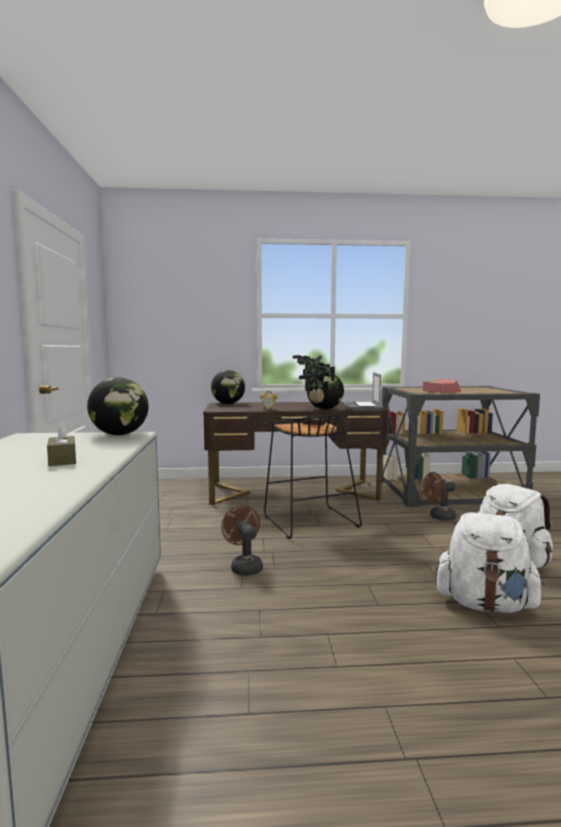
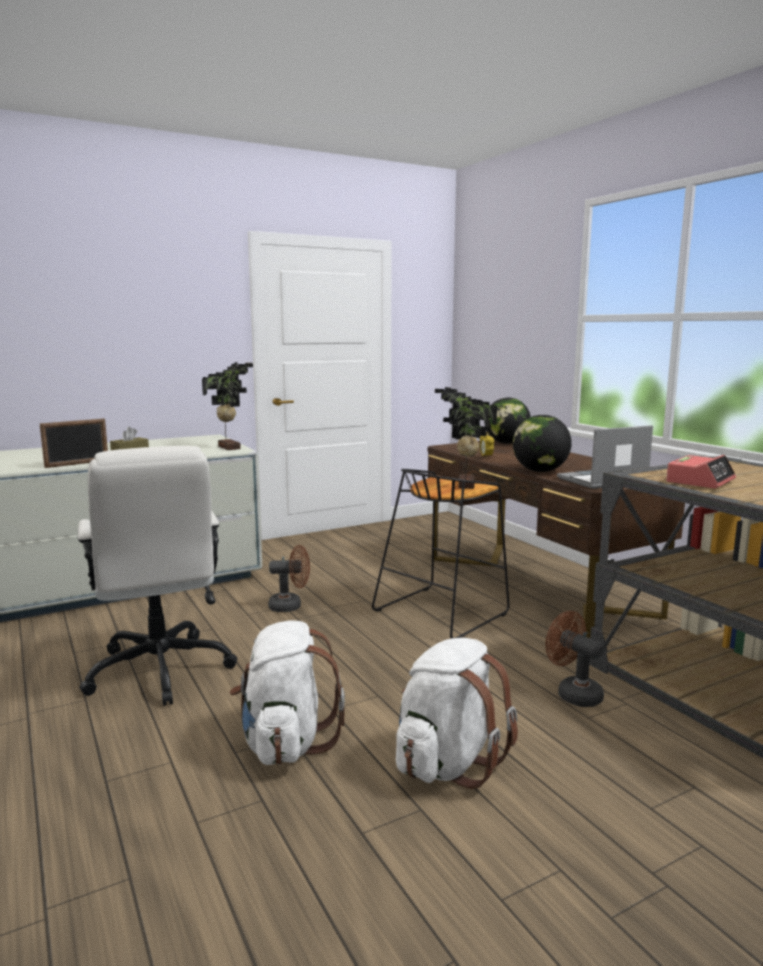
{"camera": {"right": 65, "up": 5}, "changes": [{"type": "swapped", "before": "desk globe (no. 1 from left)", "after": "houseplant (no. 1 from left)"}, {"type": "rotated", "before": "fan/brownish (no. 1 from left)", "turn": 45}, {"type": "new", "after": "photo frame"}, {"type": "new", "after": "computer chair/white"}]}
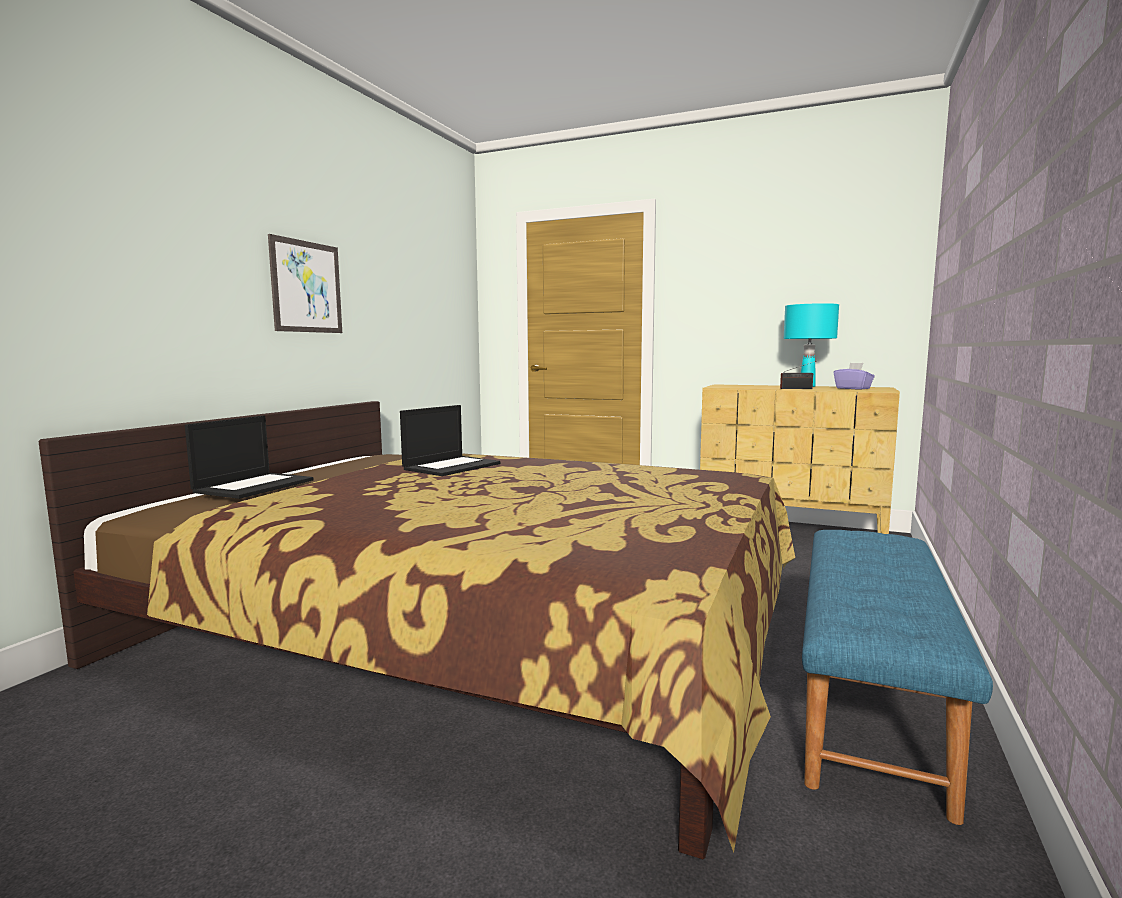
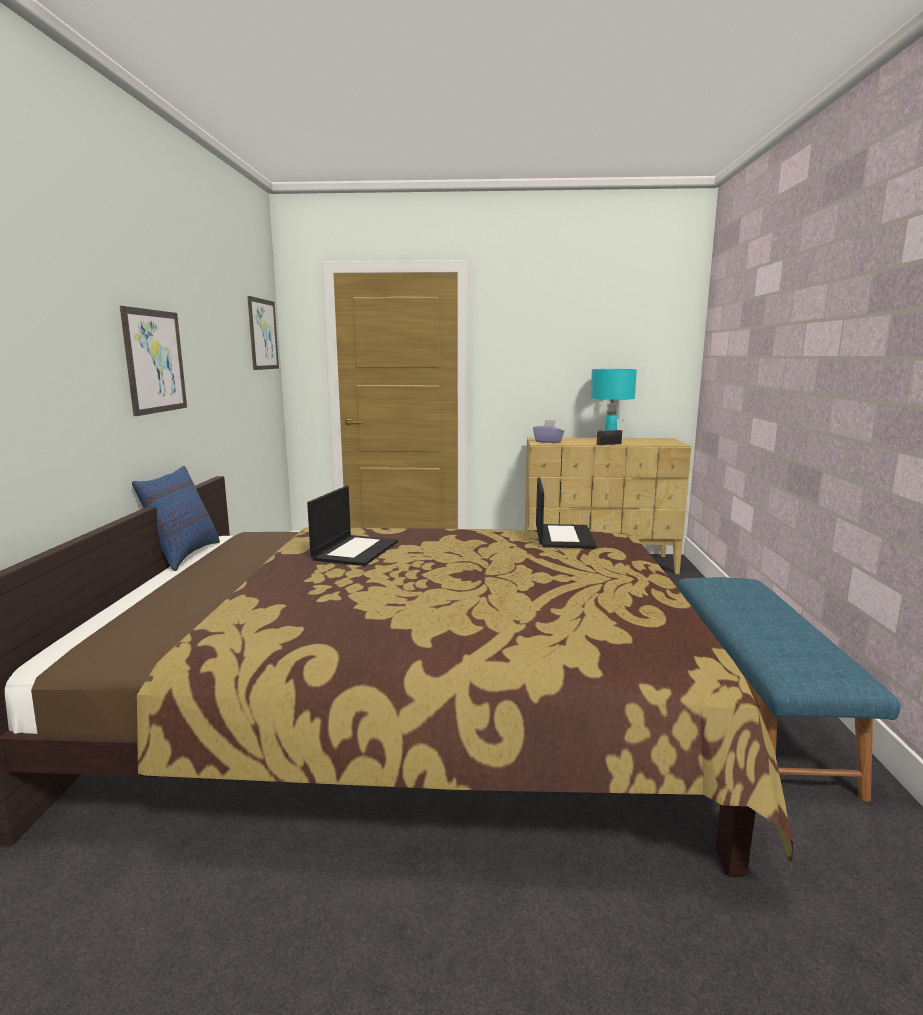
{"camera": {"right": -20, "up": 5}, "changes": [{"type": "shifted", "before": "tissue holder/purple"}, {"type": "shifted", "before": "portable computer (no. 1 from left in the first image)", "after": "portable computer (no. 2 from left)"}, {"type": "new", "after": "wall art (no. 2 from left)"}, {"type": "new", "after": "throw pillow/blue-coloured"}]}
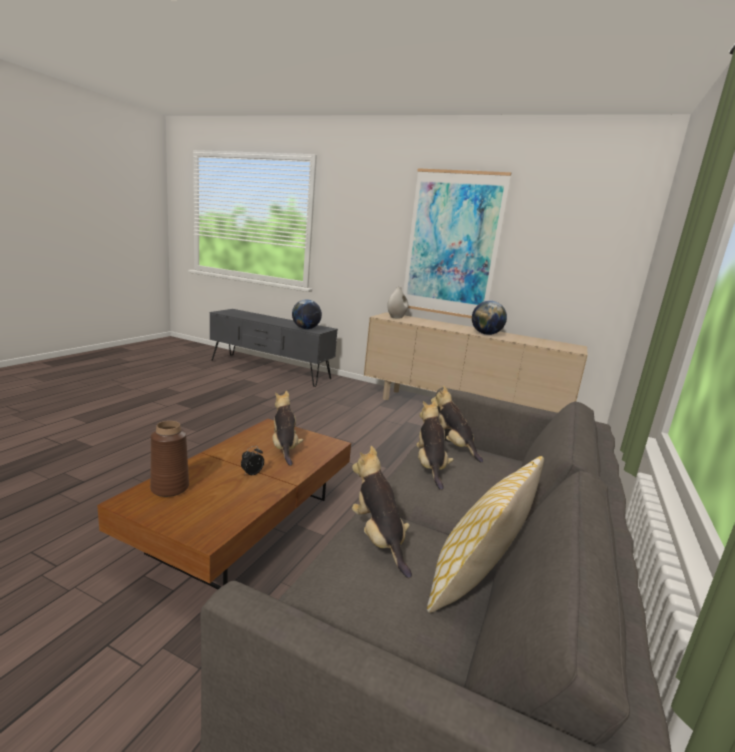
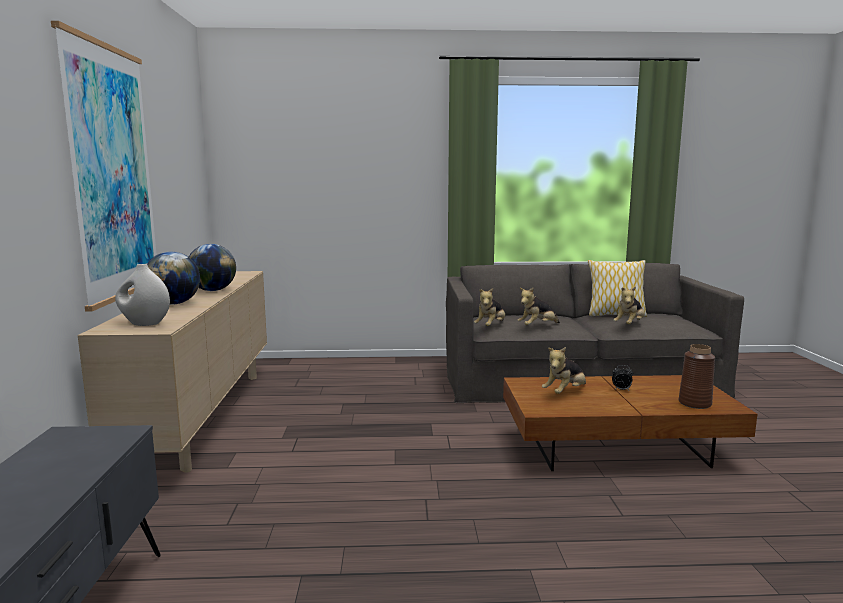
{"camera": {"right": -115, "up": -5}, "changes": [{"type": "shifted", "before": "desk globe (no. 1 from left)"}]}
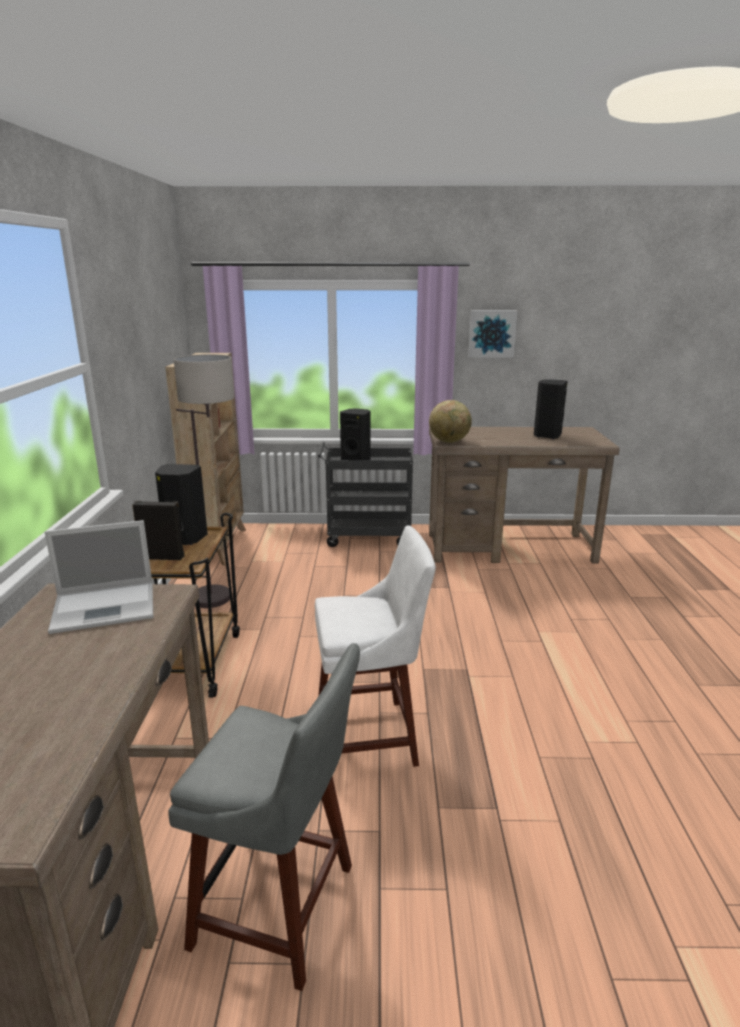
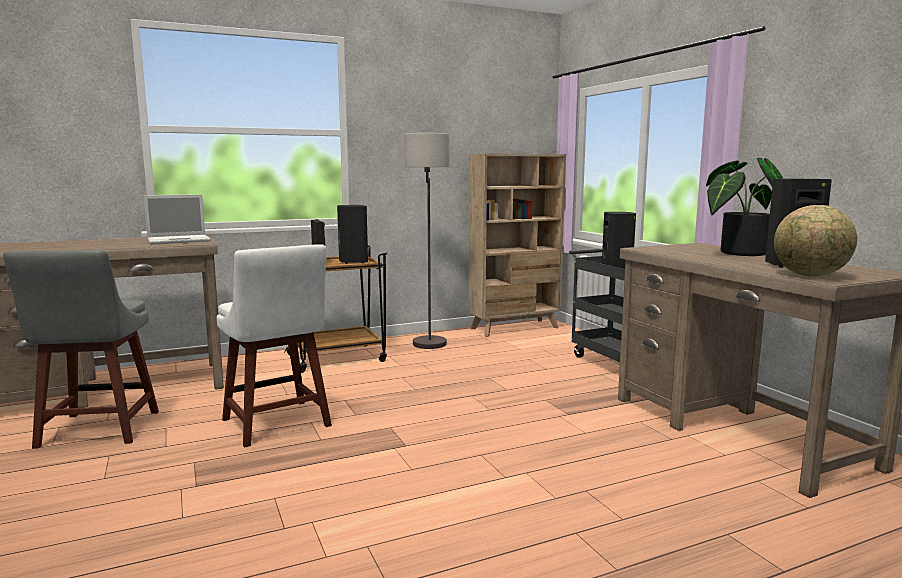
{"camera": {"right": 65, "up": -10}, "changes": [{"type": "gone", "before": "wall art"}, {"type": "shifted", "before": "desk globe"}, {"type": "rotated", "before": "portable computer", "turn": -75}, {"type": "new", "after": "houseplant"}]}
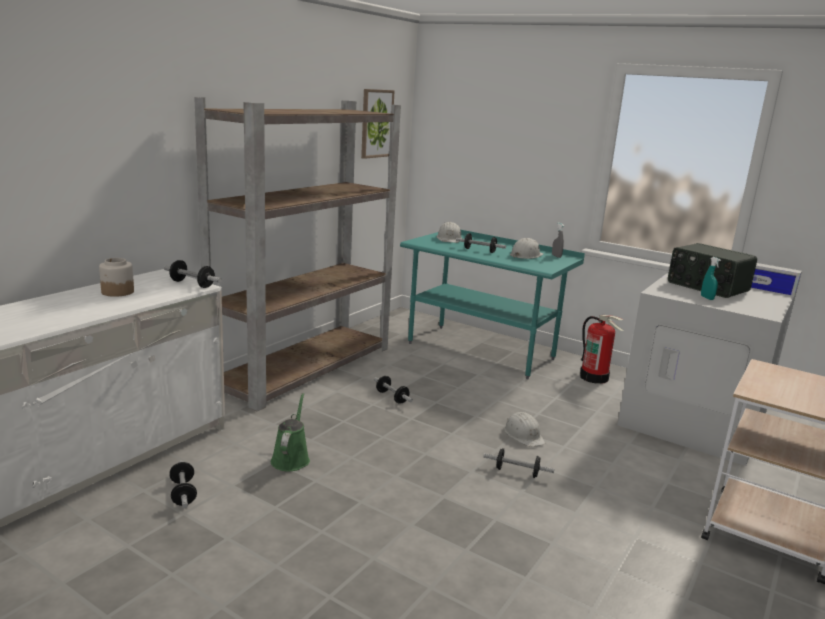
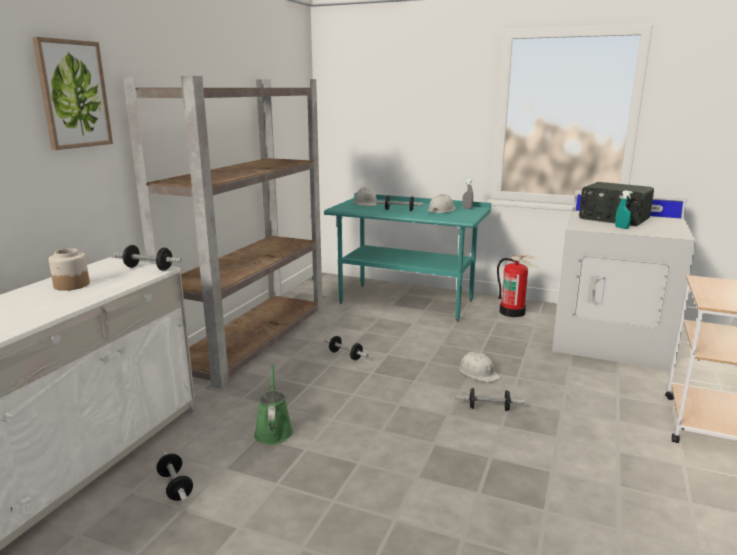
{"camera": {"right": -10, "up": 0}, "changes": [{"type": "shifted", "before": "wall art"}]}
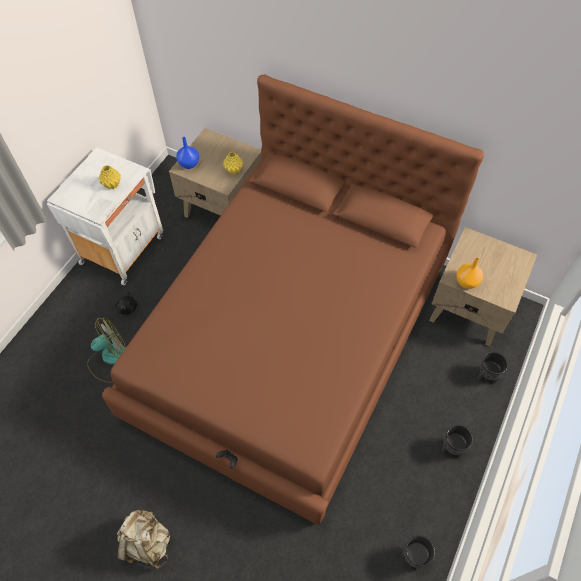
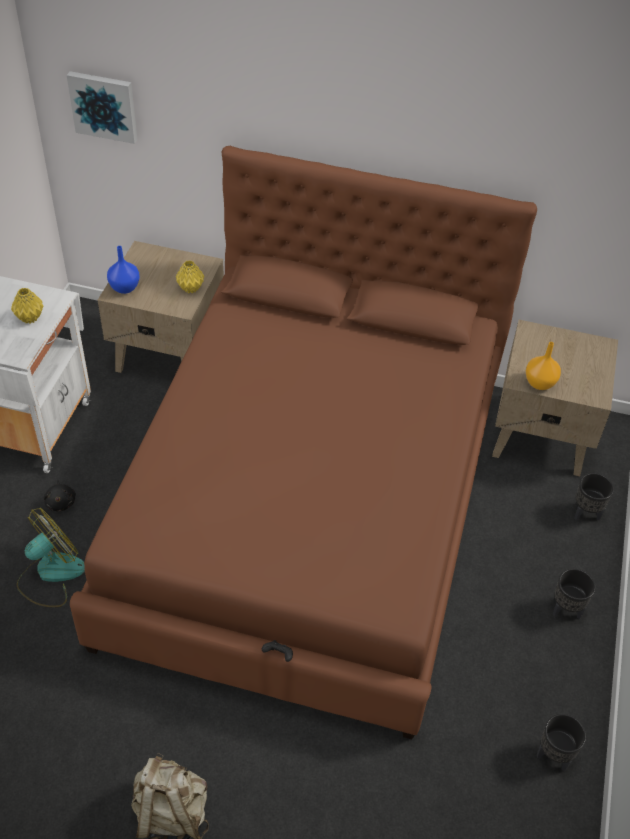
{"camera": {"right": -15, "up": -10}, "changes": [{"type": "new", "after": "wall art"}]}
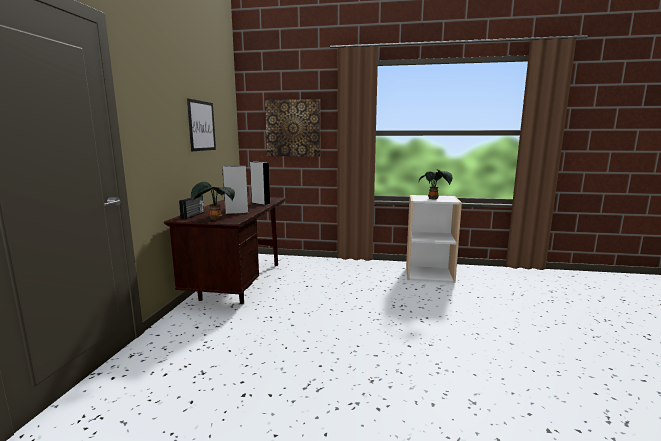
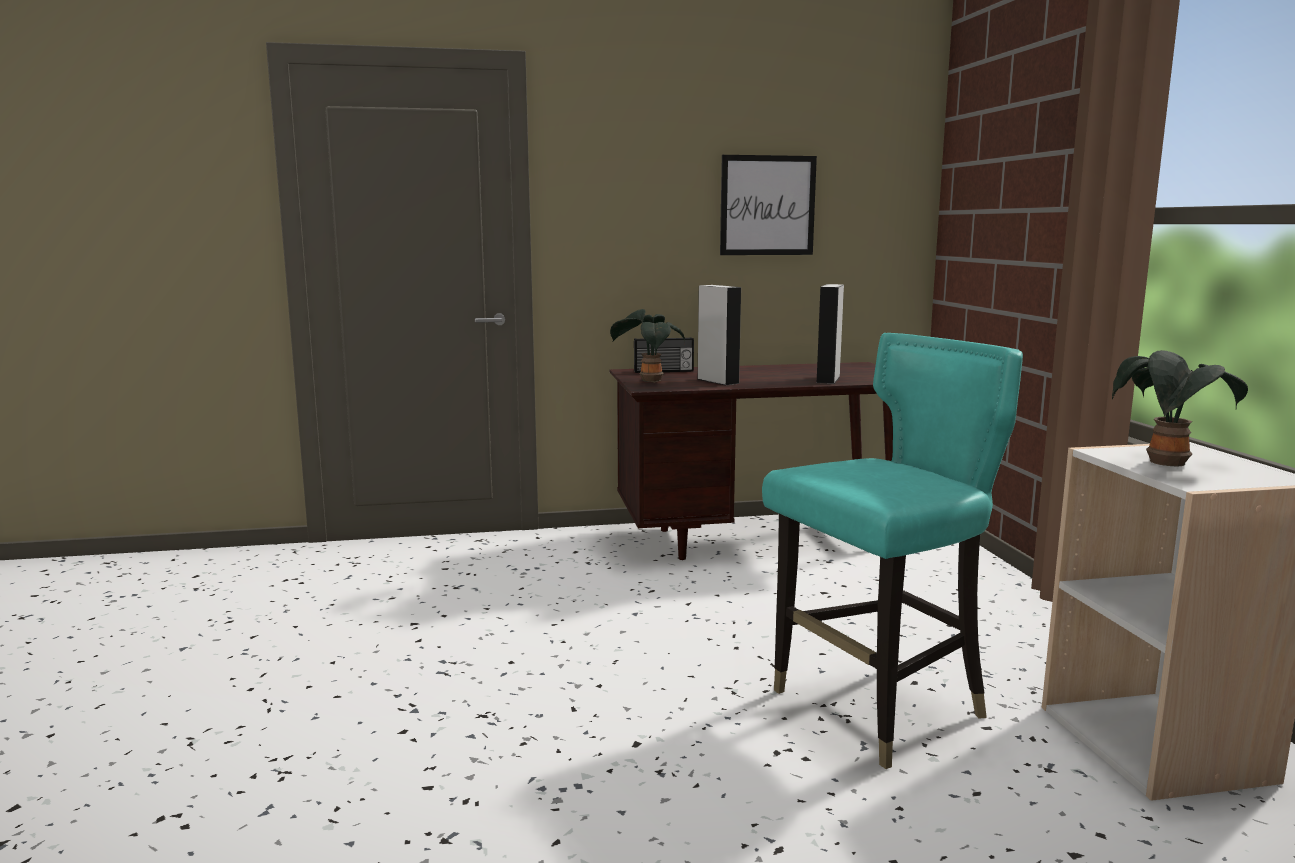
{"camera": {"right": 70, "up": 0}, "changes": [{"type": "gone", "before": "wall art (no. 2 from left)"}, {"type": "new", "after": "chair/blue-green"}]}
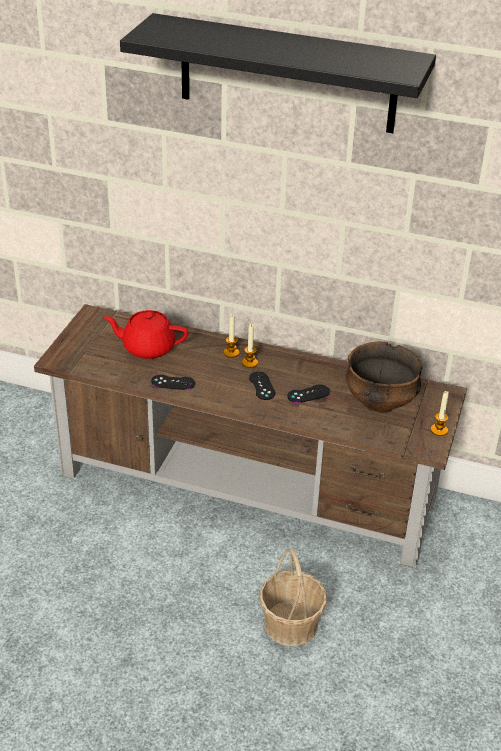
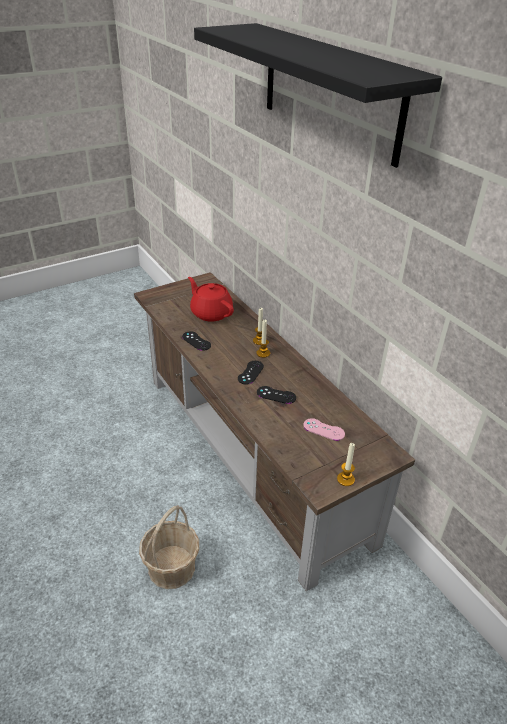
{"camera": {"right": 40, "up": 0}, "changes": [{"type": "swapped", "before": "serving bowl", "after": "joypad/pink"}]}
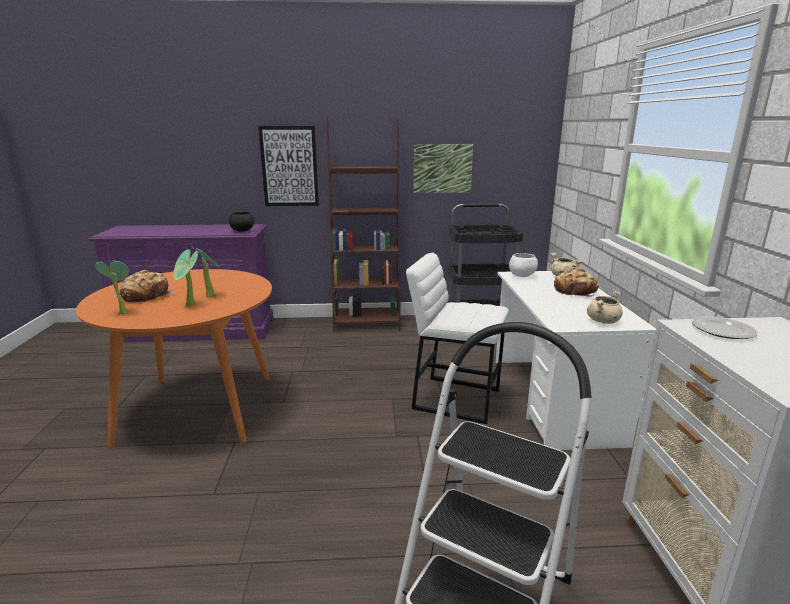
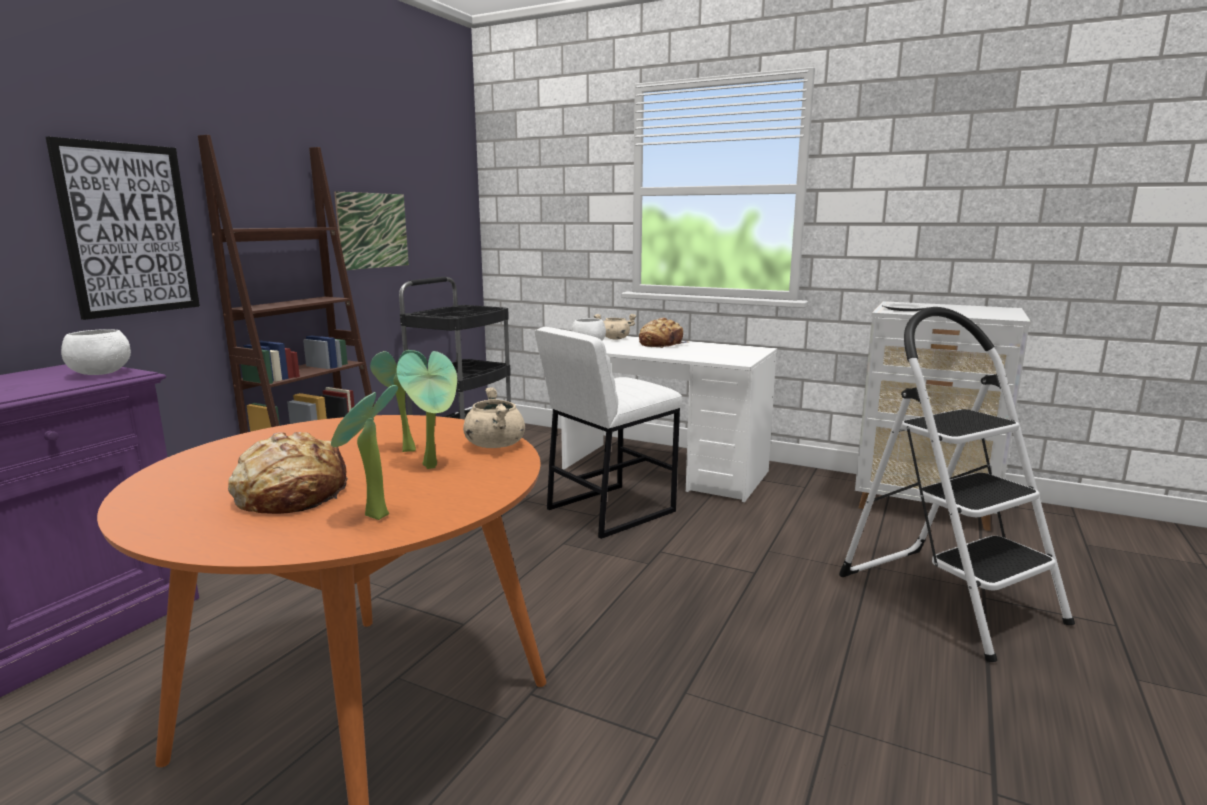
{"camera": {"right": -60, "up": -5}, "changes": [{"type": "repainted", "before": "serving bowl/black-coloured", "after": "serving bowl/white (no. 1 from left)"}, {"type": "shifted", "before": "stockpot/beige-coloured (no. 2 from left in the first image)", "after": "stockpot/beige-coloured (no. 1 from left)"}]}
